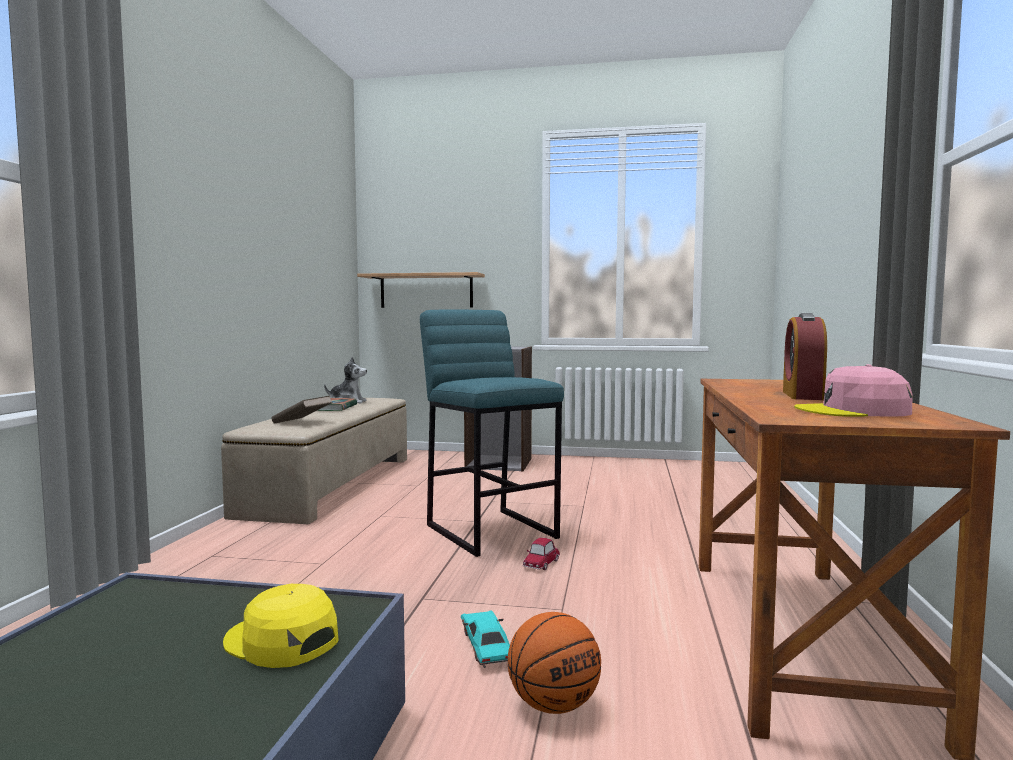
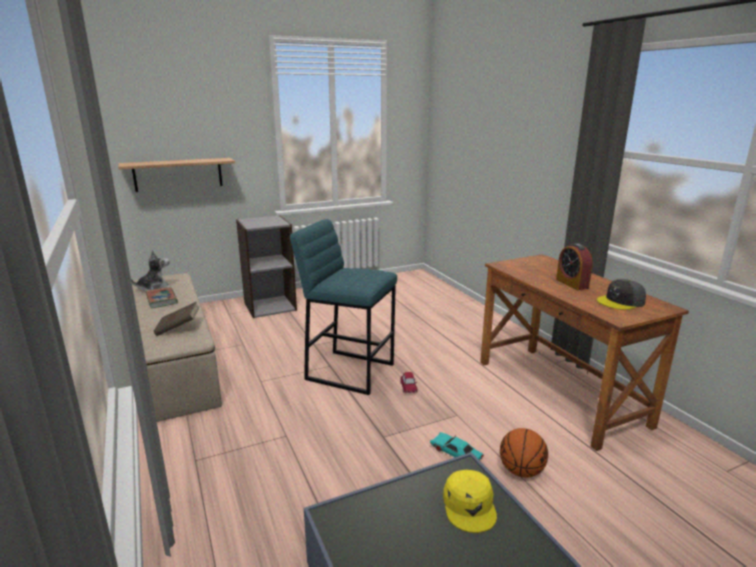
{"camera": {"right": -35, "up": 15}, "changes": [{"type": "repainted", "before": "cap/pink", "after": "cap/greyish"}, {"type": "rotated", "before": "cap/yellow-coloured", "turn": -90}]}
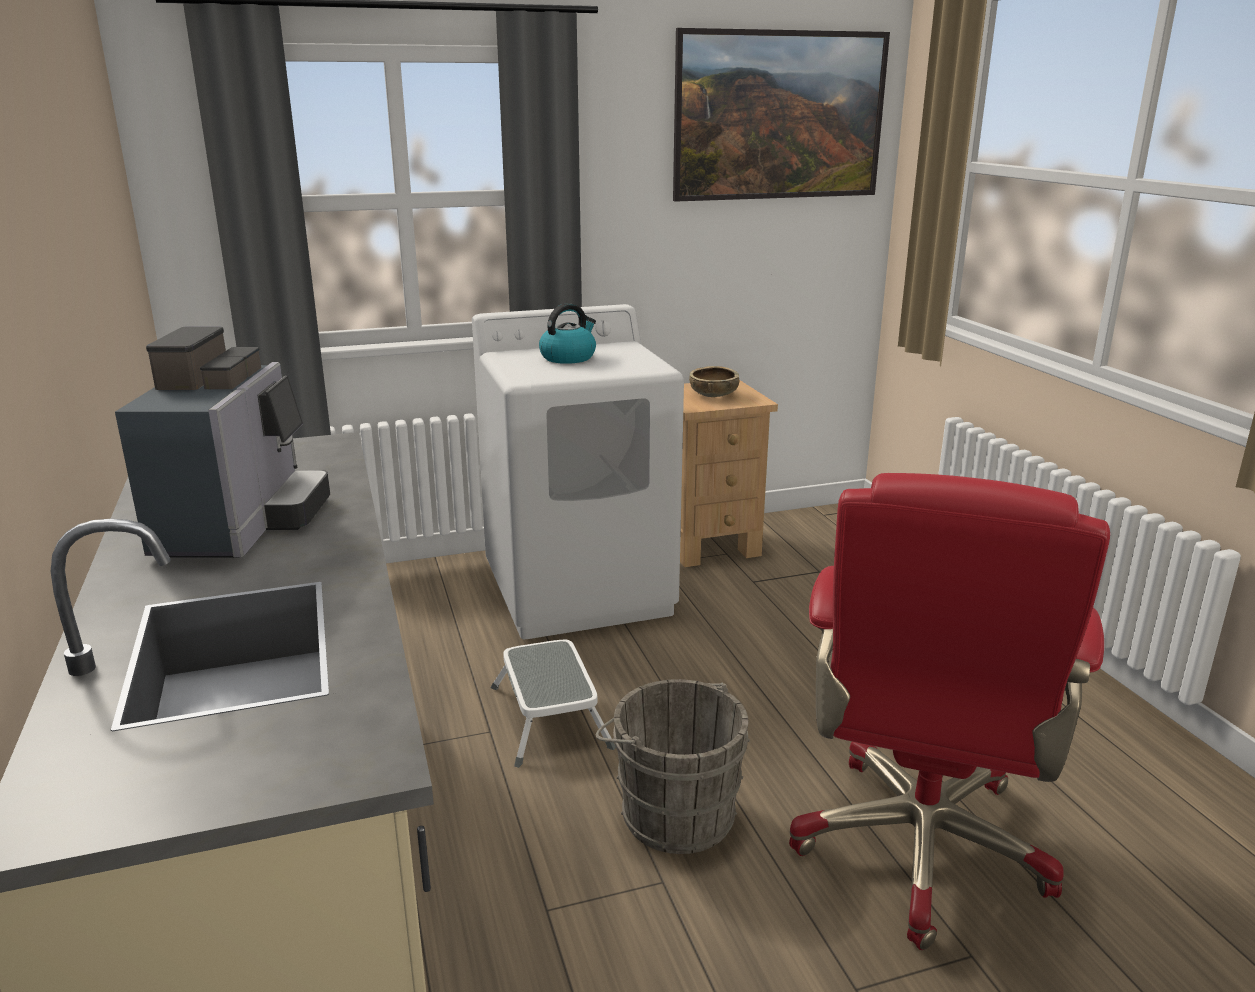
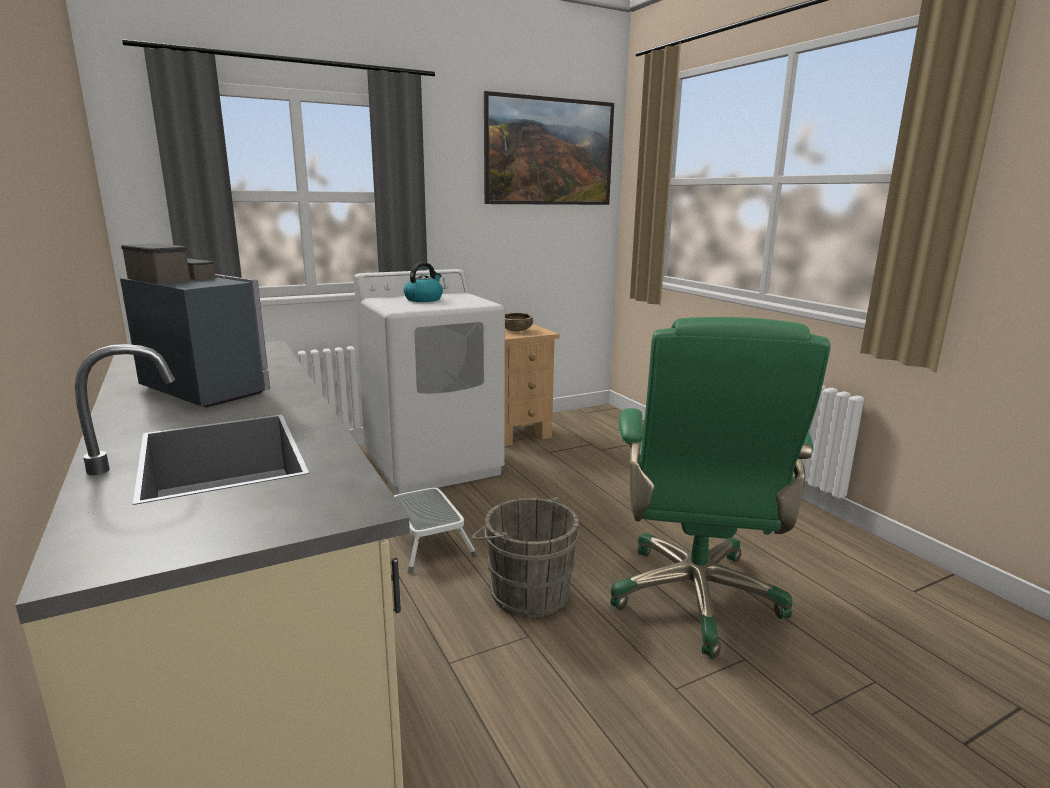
{"camera": {"right": -10, "up": -5}, "changes": [{"type": "rotated", "before": "coffee machine", "turn": -45}, {"type": "repainted", "before": "computer chair/red-coloured", "after": "computer chair/green"}]}
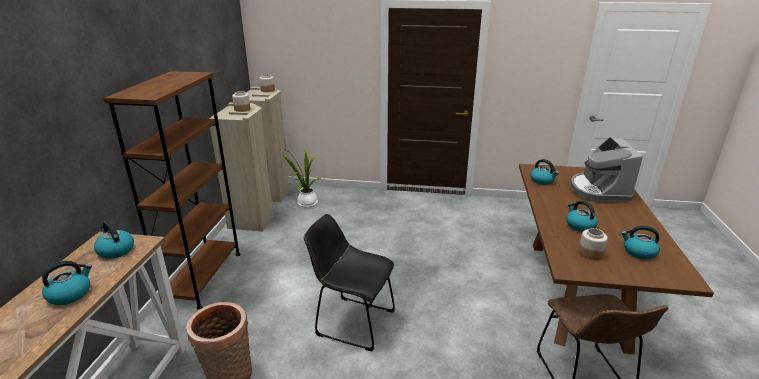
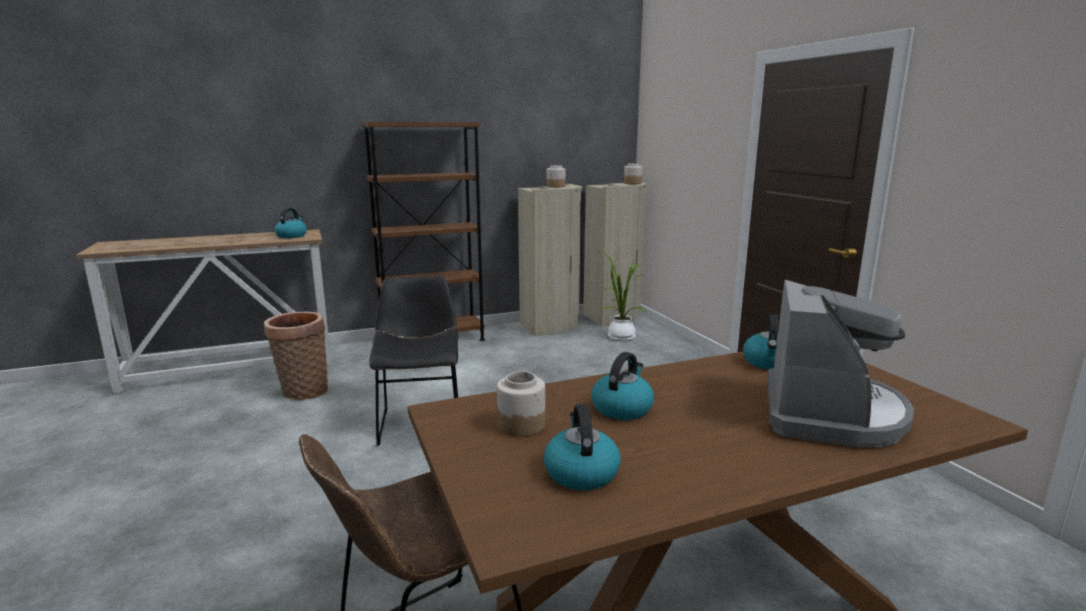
{"camera": {"right": 60, "up": -10}, "changes": [{"type": "rotated", "before": "coffee machine", "turn": 135}, {"type": "gone", "before": "water kettle (no. 1 from left)"}]}
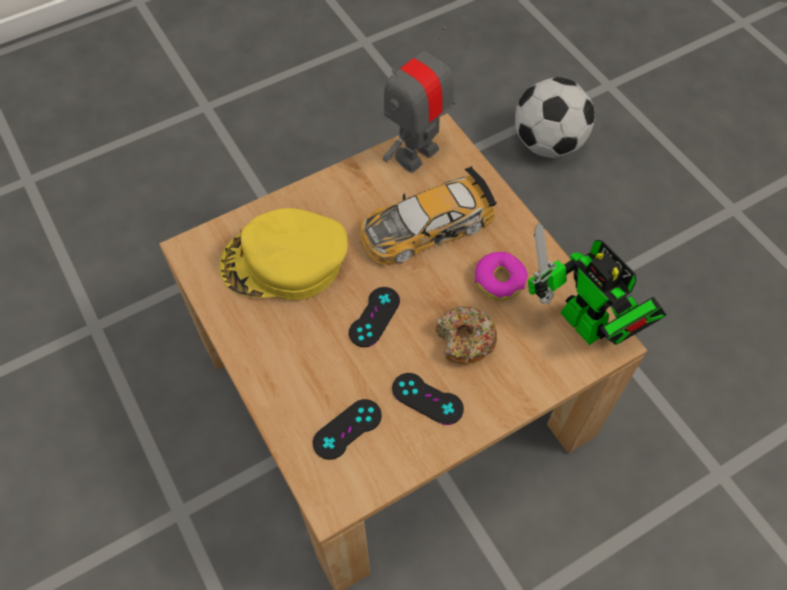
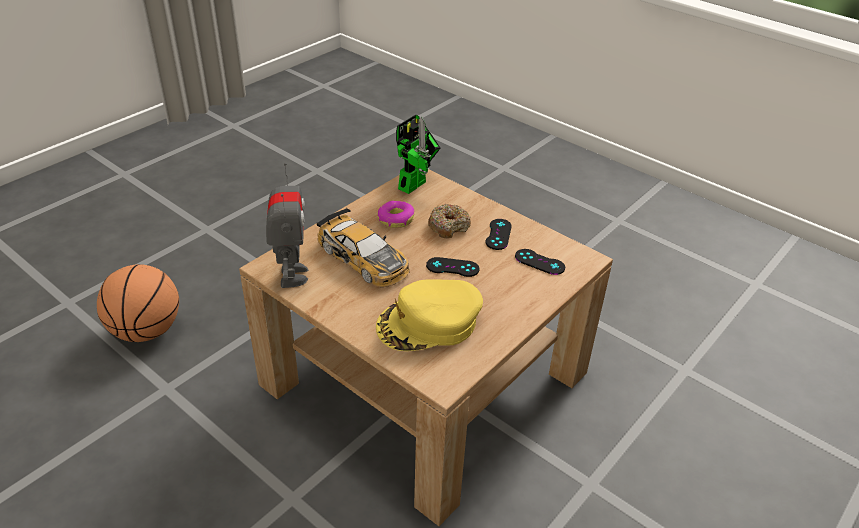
{"camera": {"right": -110, "up": -20}, "changes": [{"type": "rotated", "before": "robot figure (no. 1 from left)", "turn": -120}, {"type": "swapped", "before": "ball for football", "after": "ball for basketball"}, {"type": "rotated", "before": "cap/yellow-coloured", "turn": 90}]}
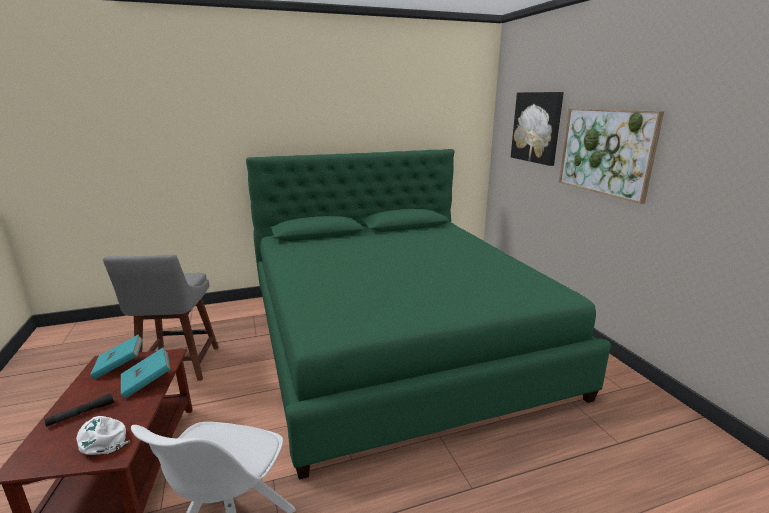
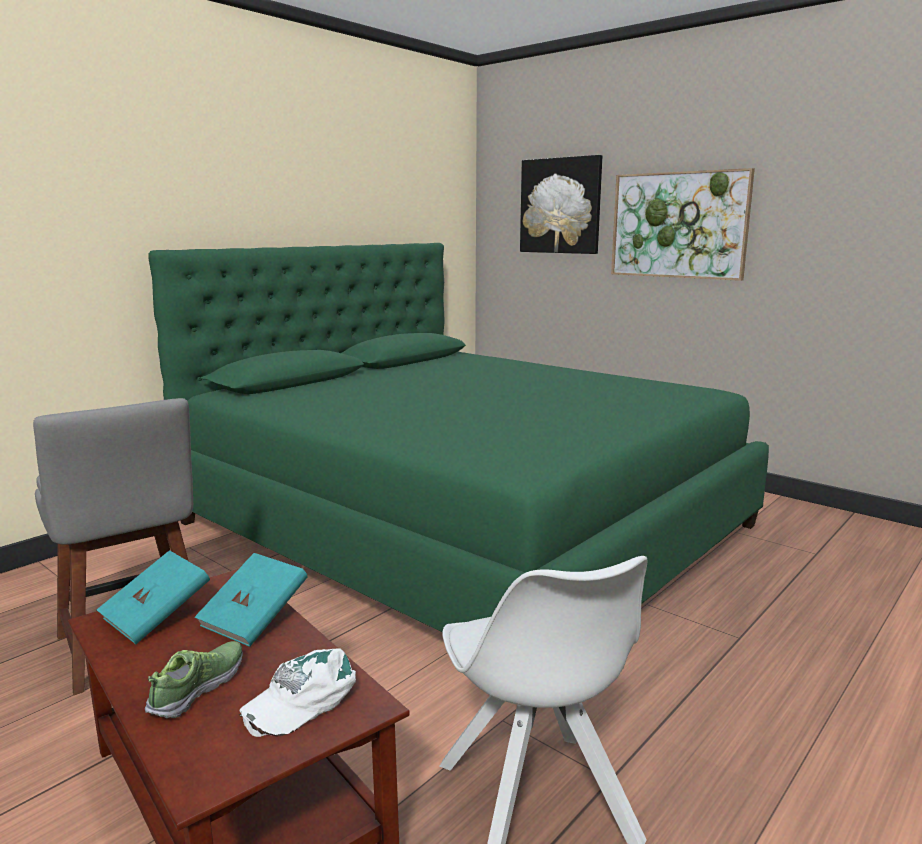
{"camera": {"right": -30, "up": -5}, "changes": [{"type": "swapped", "before": "flashlight/black-coloured", "after": "shoe"}, {"type": "rotated", "before": "cap/white", "turn": -60}]}
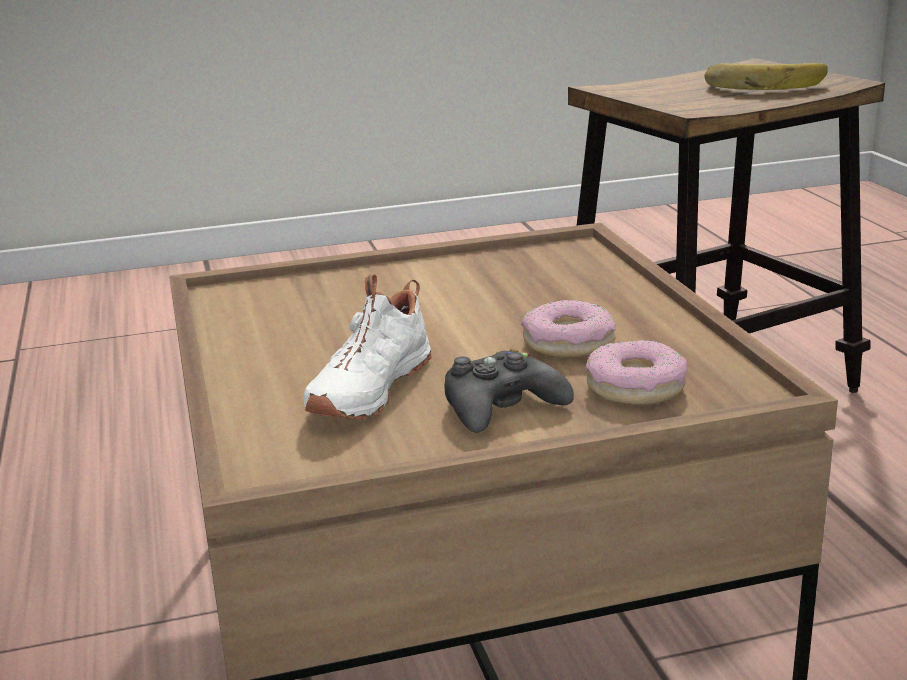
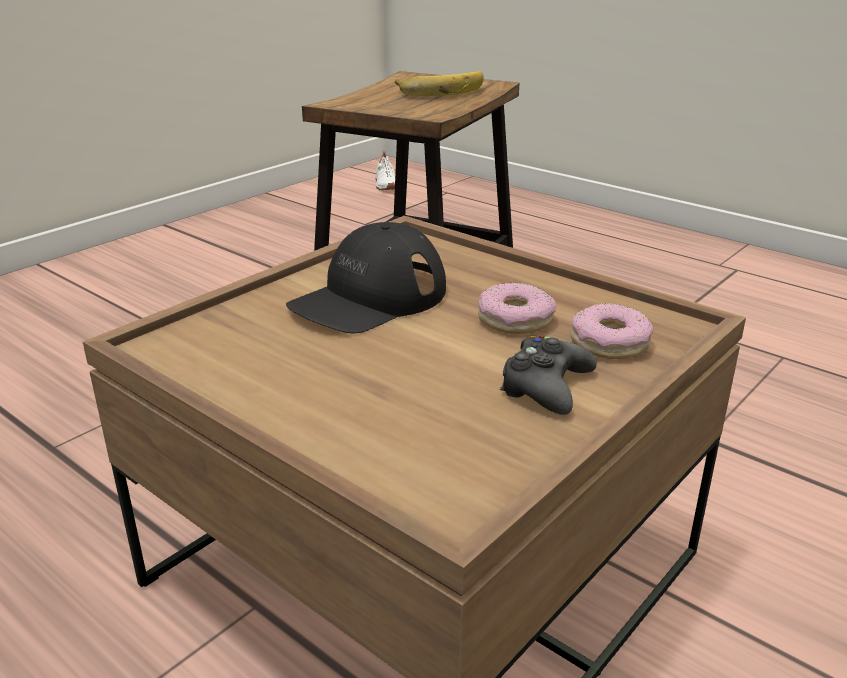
{"camera": {"right": -35, "up": 5}, "changes": [{"type": "shifted", "before": "shoe/white"}, {"type": "new", "after": "cap/black-coloured"}]}
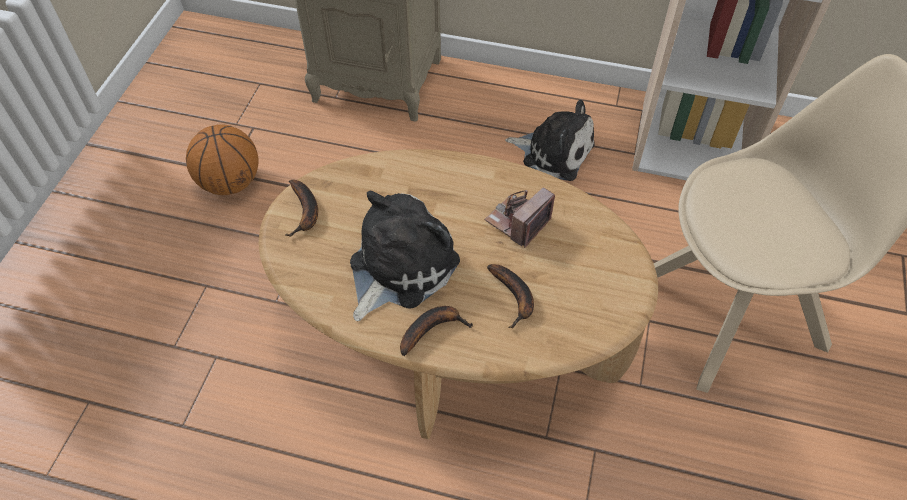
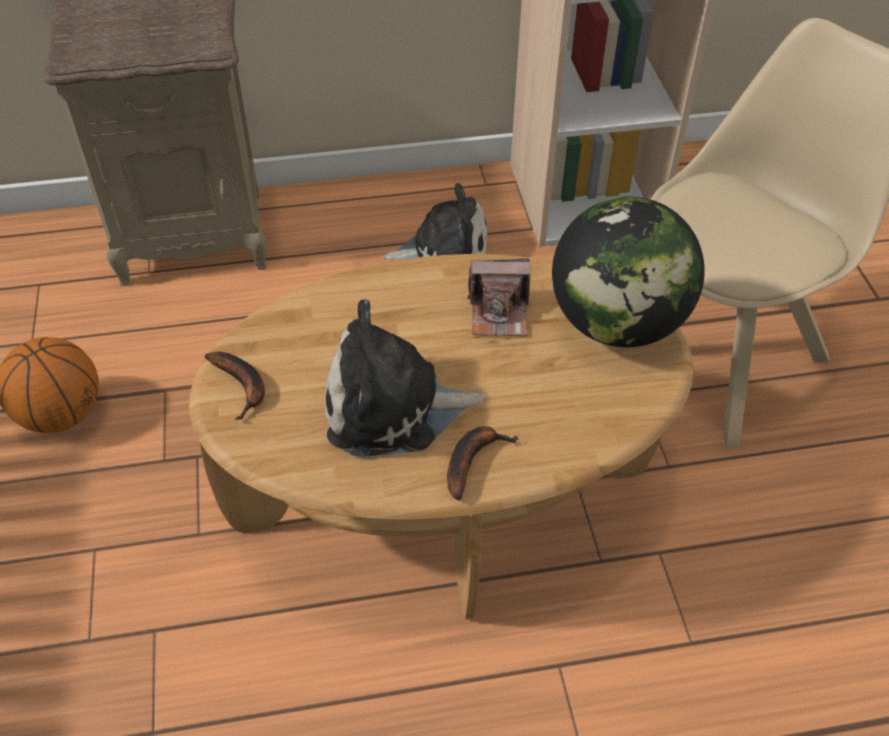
{"camera": {"right": -25, "up": -5}, "changes": [{"type": "rotated", "before": "still camera", "turn": -105}, {"type": "rotated", "before": "plush toy (no. 1 from left)", "turn": -105}, {"type": "gone", "before": "banana (no. 3 from left)"}, {"type": "new", "after": "desk globe"}]}
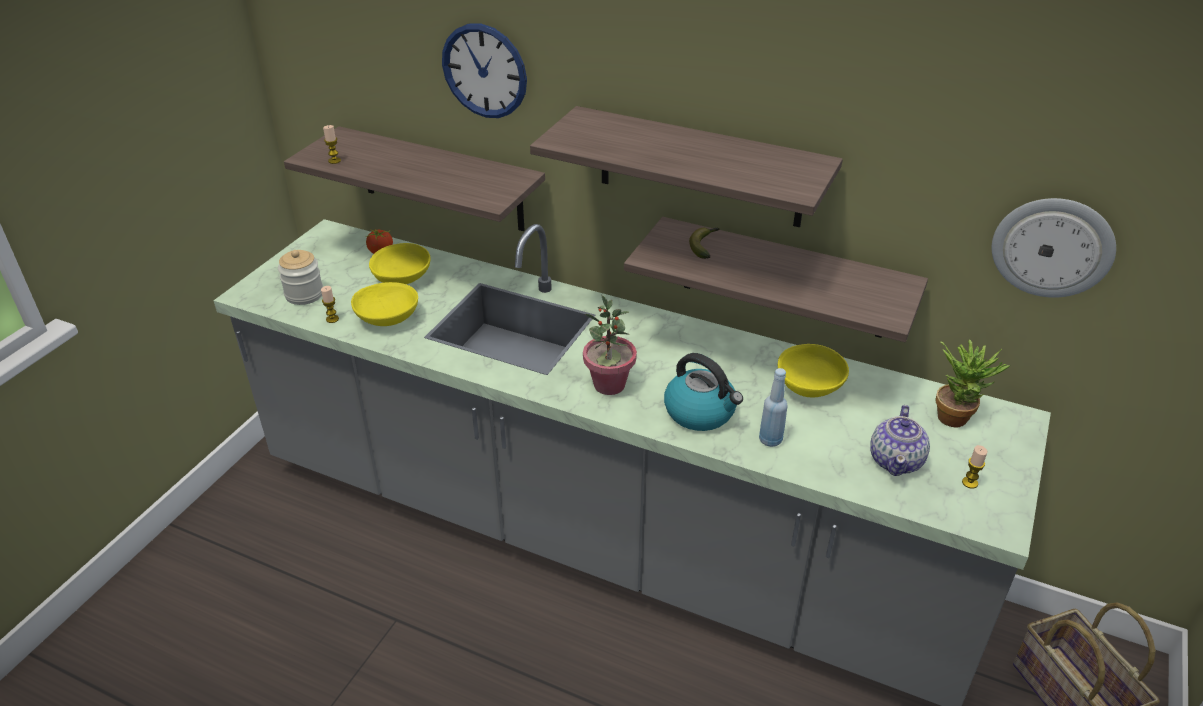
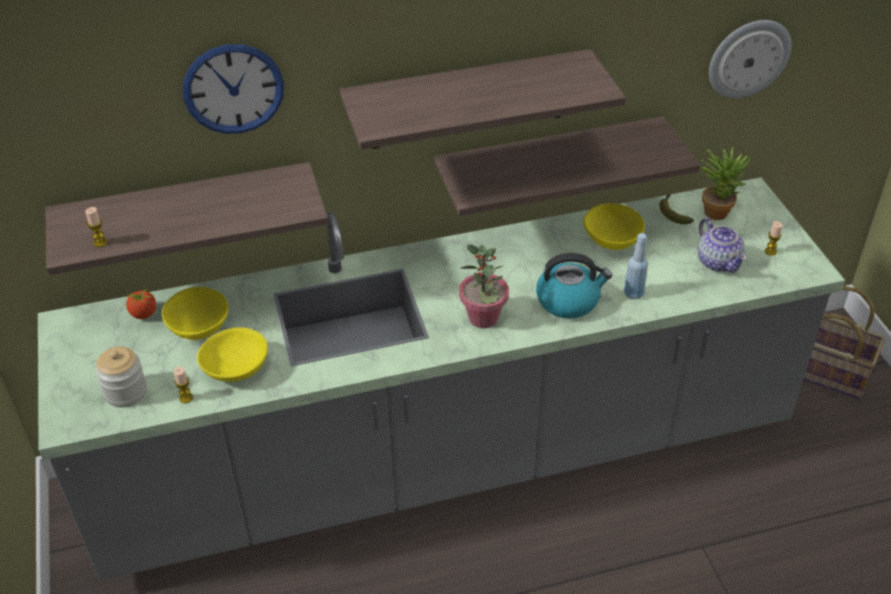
{"camera": {"right": -40, "up": 5}, "changes": [{"type": "shifted", "before": "banana"}]}
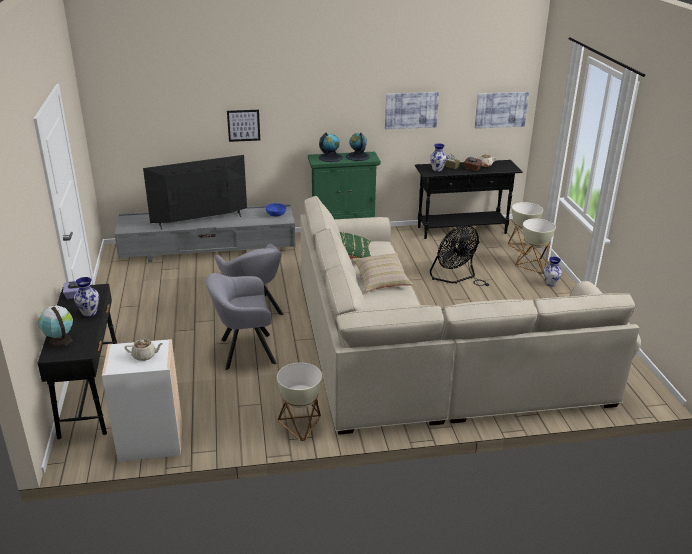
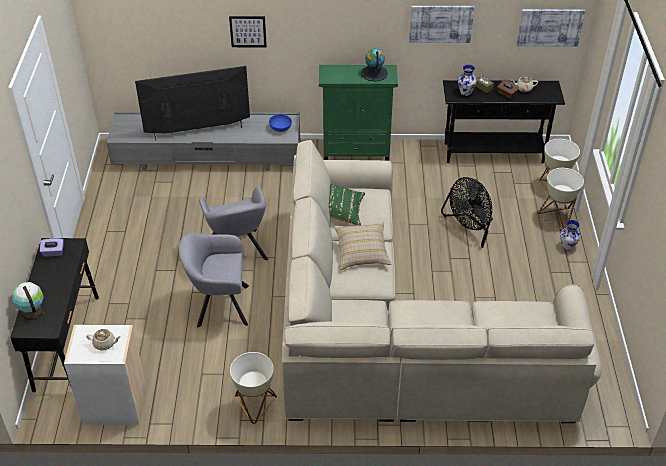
{"camera": {"right": 10, "up": 15}, "changes": [{"type": "gone", "before": "desk globe (no. 2 from left)"}, {"type": "rotated", "before": "fan/black-coloured", "turn": -105}, {"type": "gone", "before": "decorative vase (no. 1 from left)"}]}
